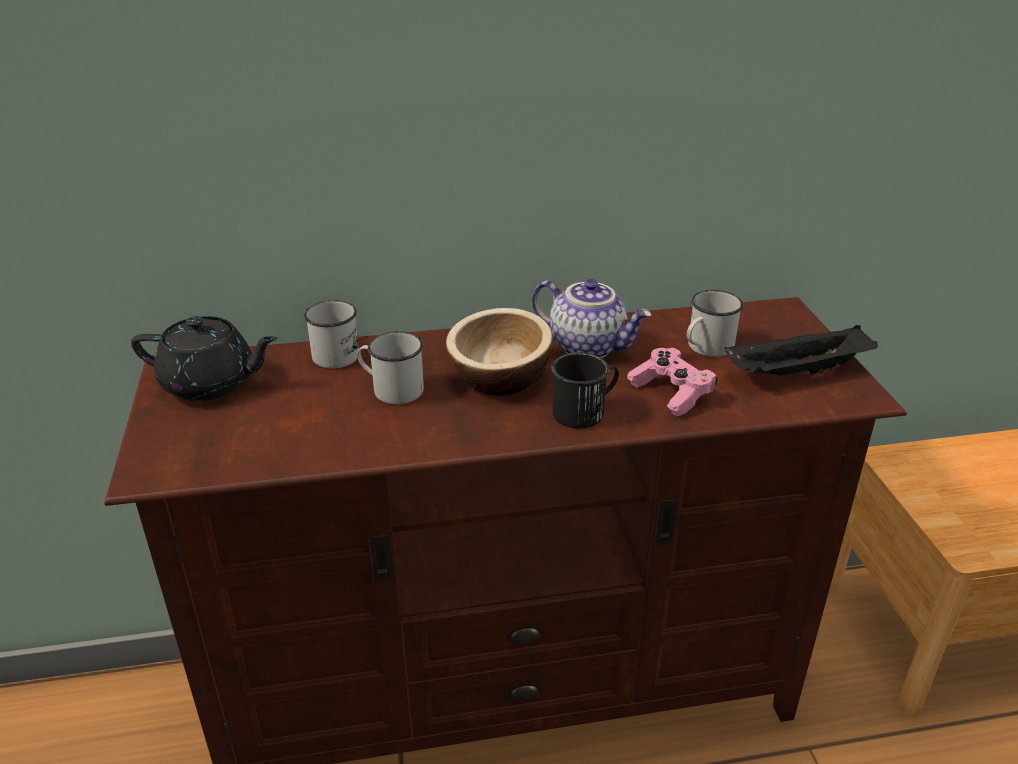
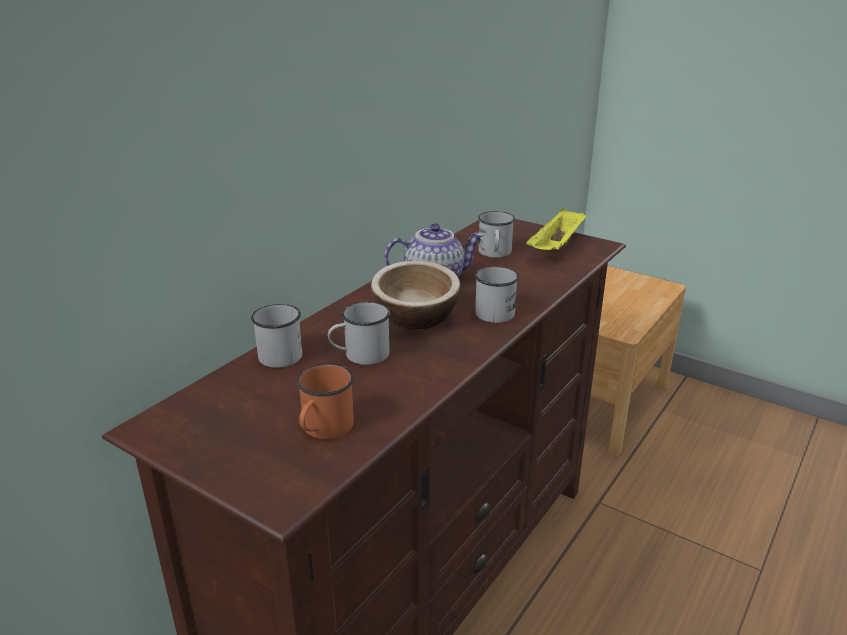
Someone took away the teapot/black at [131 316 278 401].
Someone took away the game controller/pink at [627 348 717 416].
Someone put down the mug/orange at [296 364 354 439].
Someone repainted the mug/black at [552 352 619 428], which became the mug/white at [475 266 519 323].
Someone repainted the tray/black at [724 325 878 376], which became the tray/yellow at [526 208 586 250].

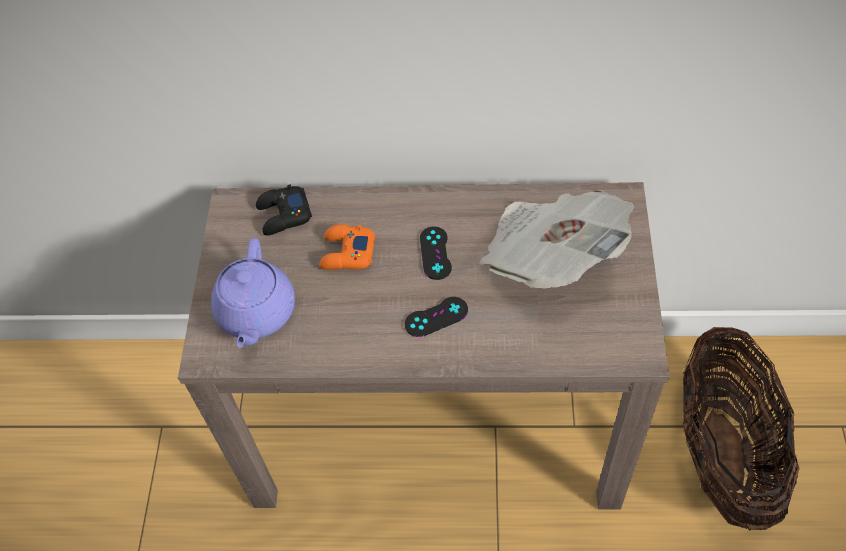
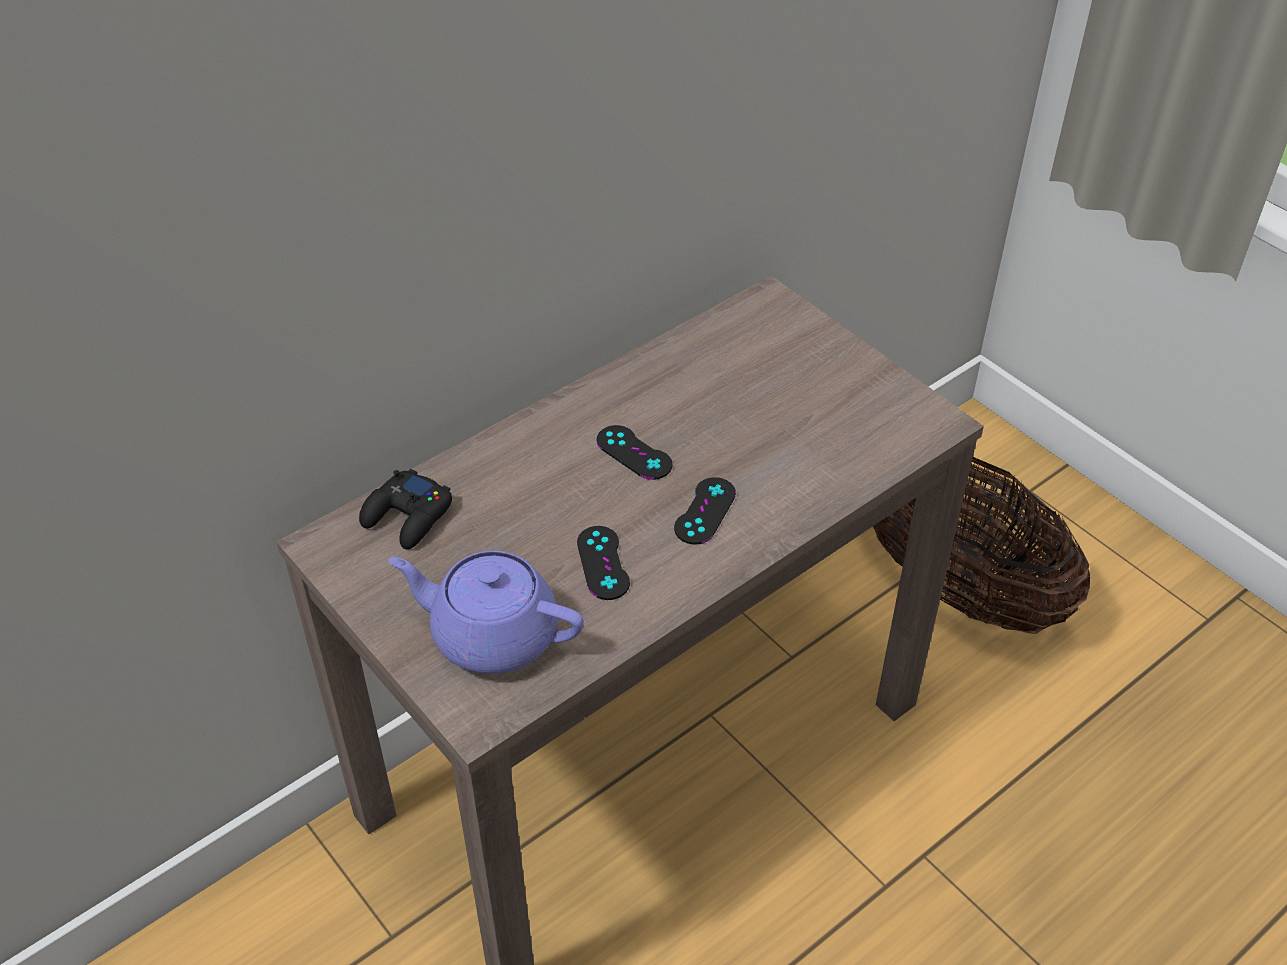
Someone took away the game controller/orange at [319 224 375 270].
Someone took away the newspaper at [479 190 635 289].
Someone put down the game controller/black at [577 526 630 600].
Someone rotated the teapot/purple at [211 238 295 348] by 150 degrees clockwise.

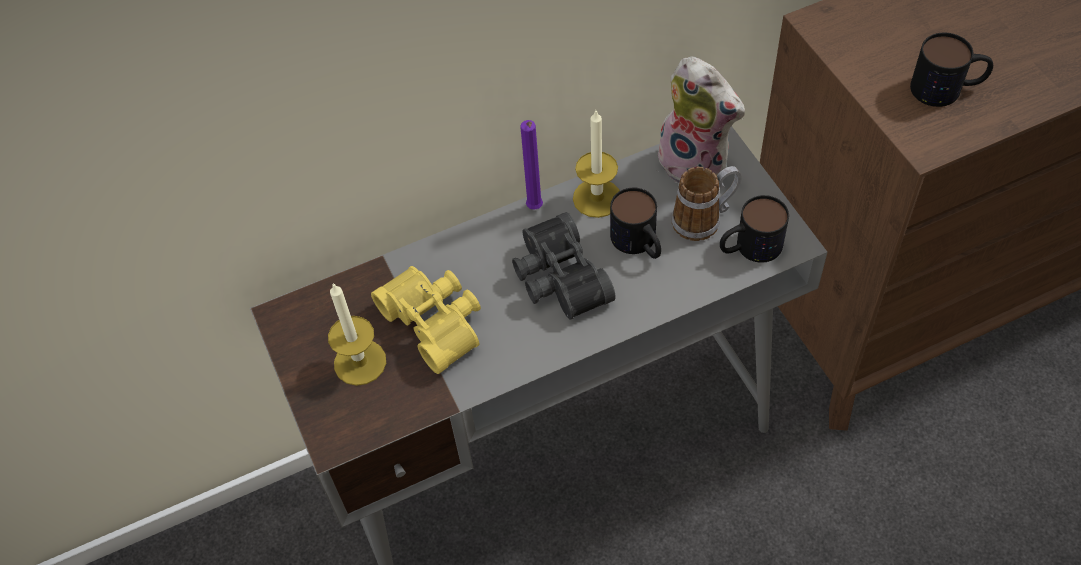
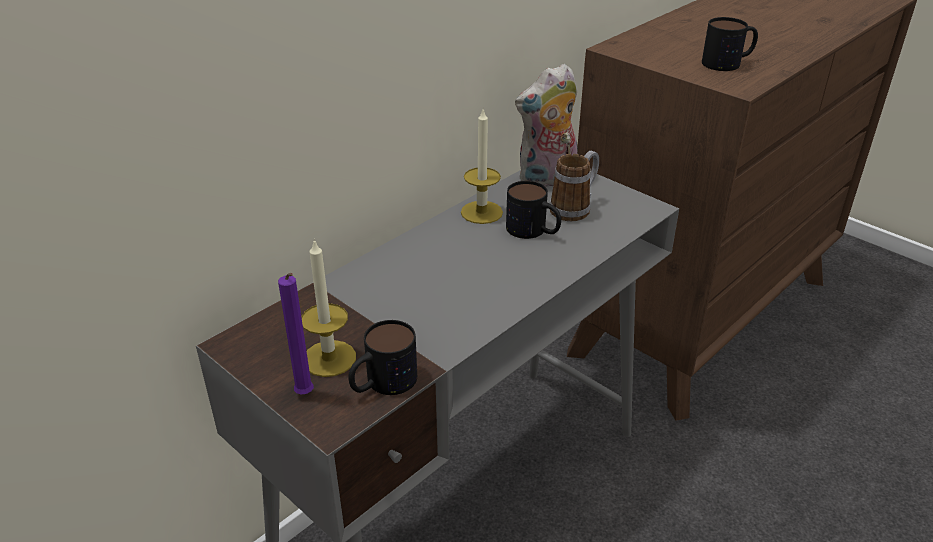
Someone took away the binoculars/yellow at [371 266 481 374].
Someone took away the binoculars/black at [512 212 616 320].
Someone carried the candle/purple from [520 120 543 210] to [278 273 314 395].
Someone carried the mug from [720 195 789 263] to [348 320 417 395].
Someone rotated the plush toy at [655 56 745 183] by 135 degrees clockwise.

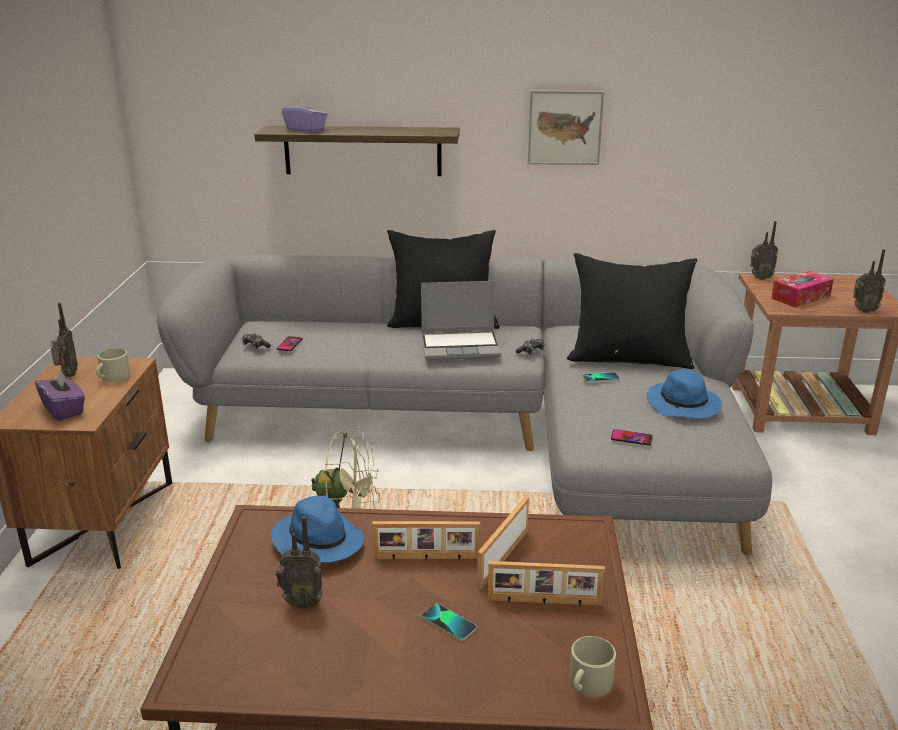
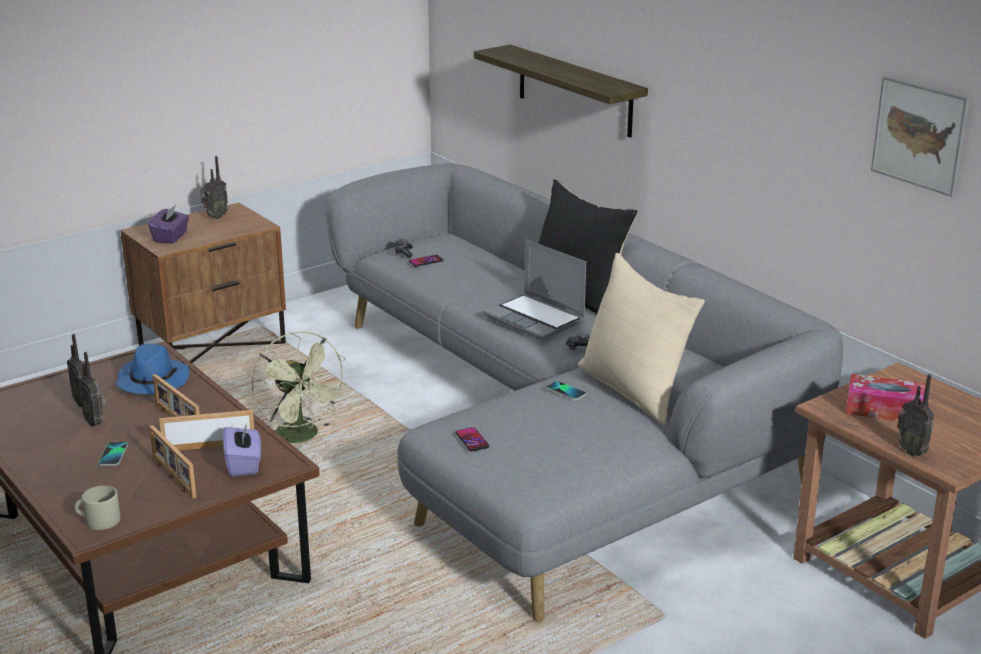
Someone took away the mug/beige at [96 348 130 383].
Someone took away the hat/blue at [647 369 722 419].
Someone carried the tissue box/purple from [282 97 327 133] to [223 422 261 477].
Someone carried the picture from [528 90 604 165] to [871 76 970 197].
Someone carried the radio from [750 221 778 280] to [78 352 106 427].
Someone repainted the pillow/black at [567 253 697 369], which became the pillow/beige at [578 253 705 426].

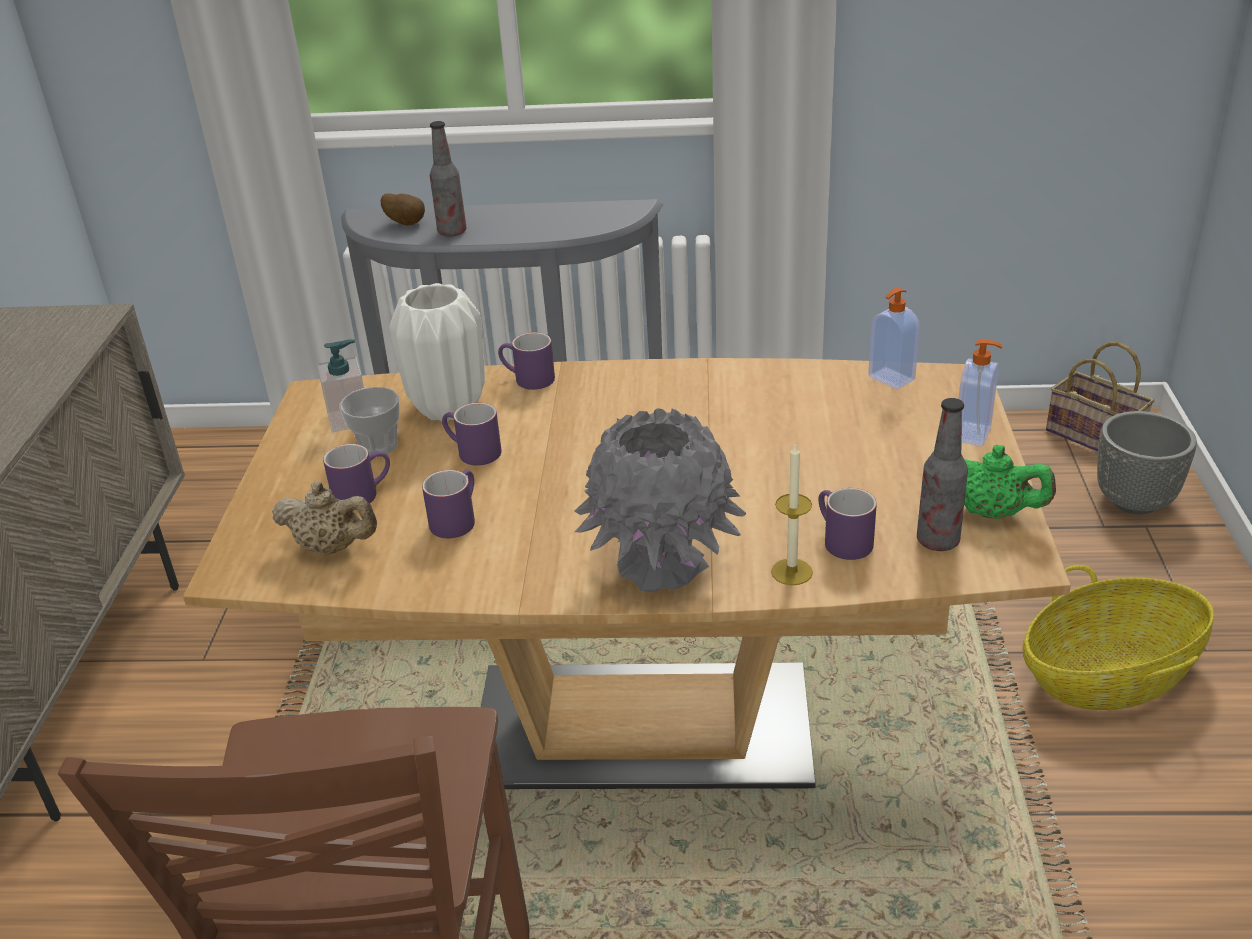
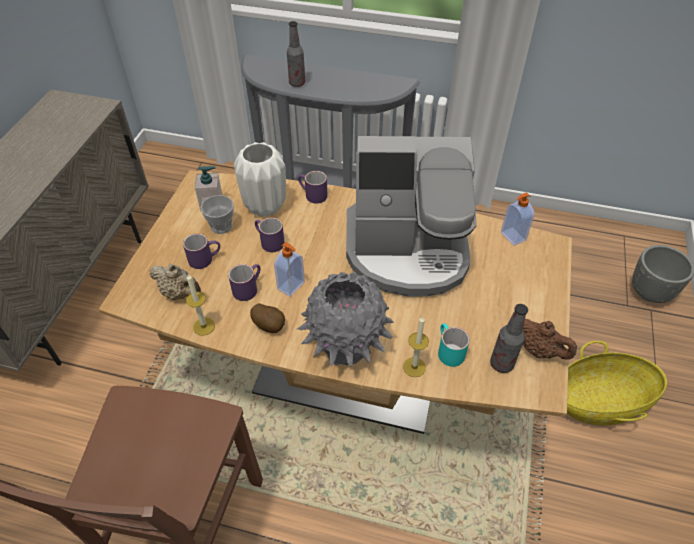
Someone took away the basket at [1046 342 1154 451].
Someone put down the candle at [186 274 215 336].
Someone put down the coffee machine at [346 136 477 296].
Someone carried the potato from [380 193 425 226] to [250 303 285 333].
Someone carried the soap dispenser from [959 339 1003 446] to [274 242 305 297].
Someone repainted the mug/purple at [819 488 877 560], which became the mug/turquoise at [438 323 470 367].
Someone repainted the teapot/green at [964 445 1056 519], which became the teapot/brown at [523 319 577 360].

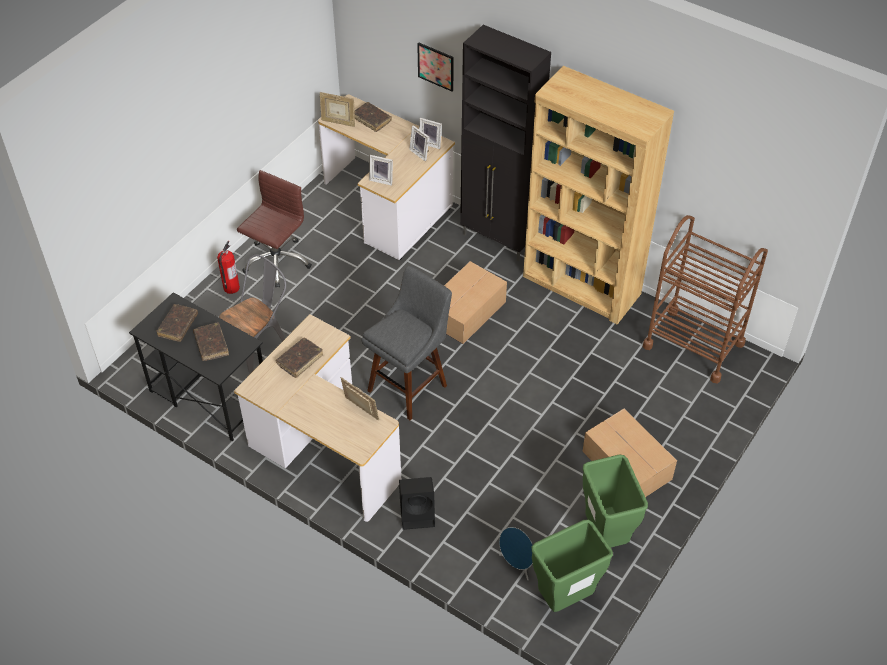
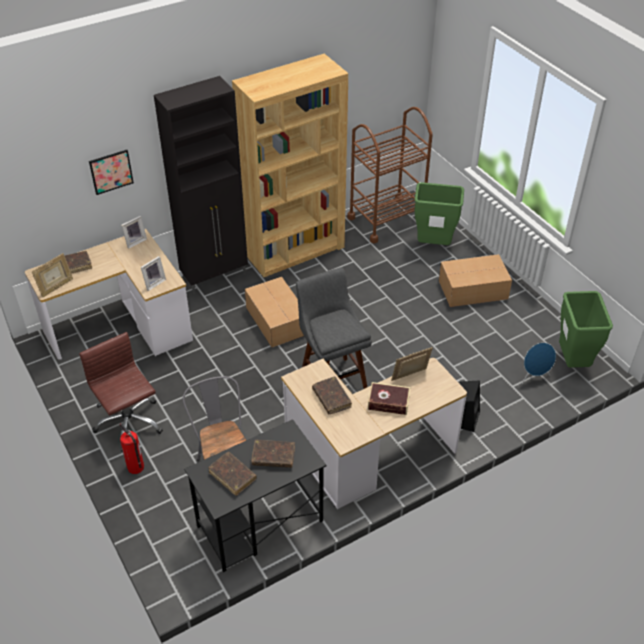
Someone took away the picture frame at [409 125 429 161].
Someone put down the book at [368 382 410 415].
Someone carried the trash can/green from [583 455 648 547] to [415 182 464 245].

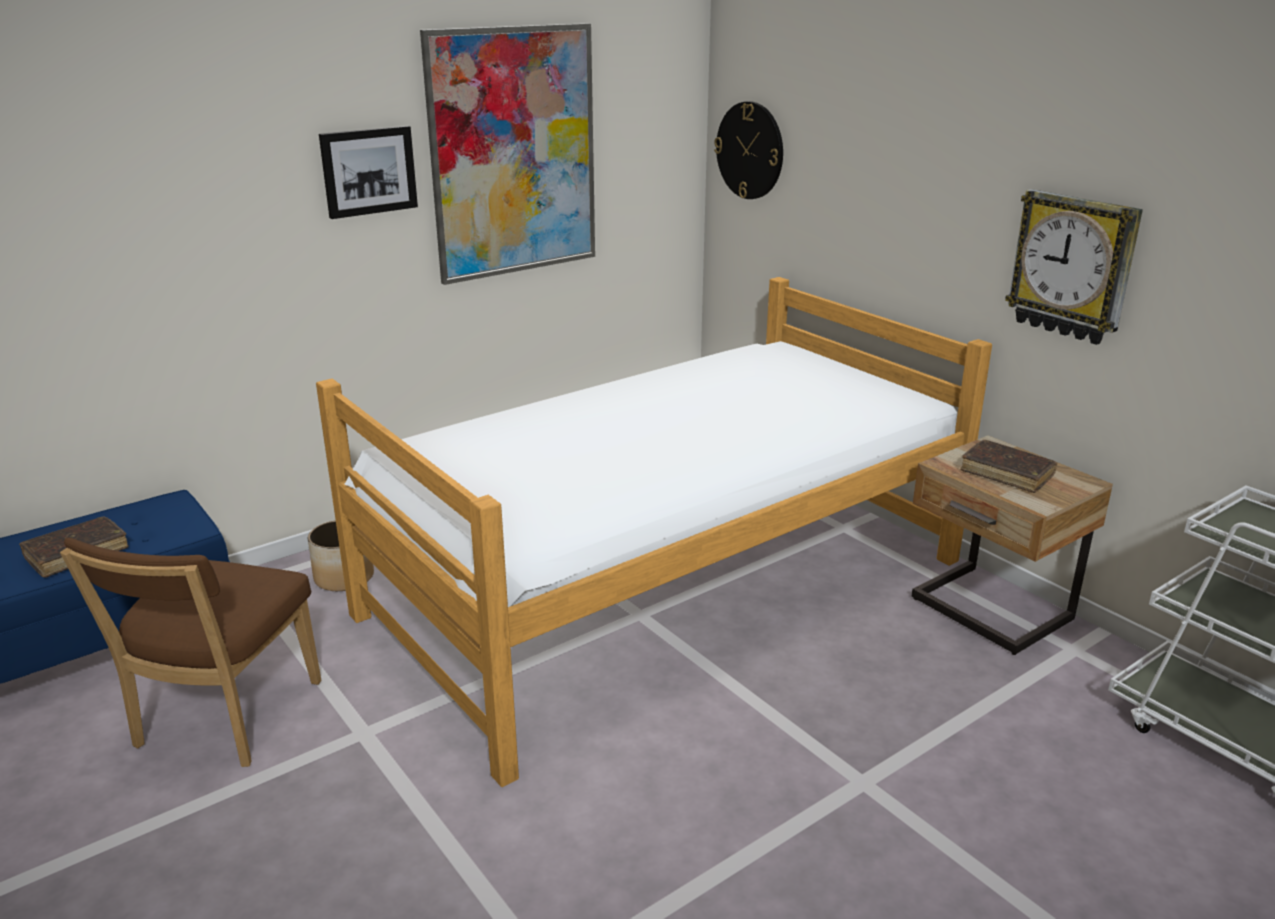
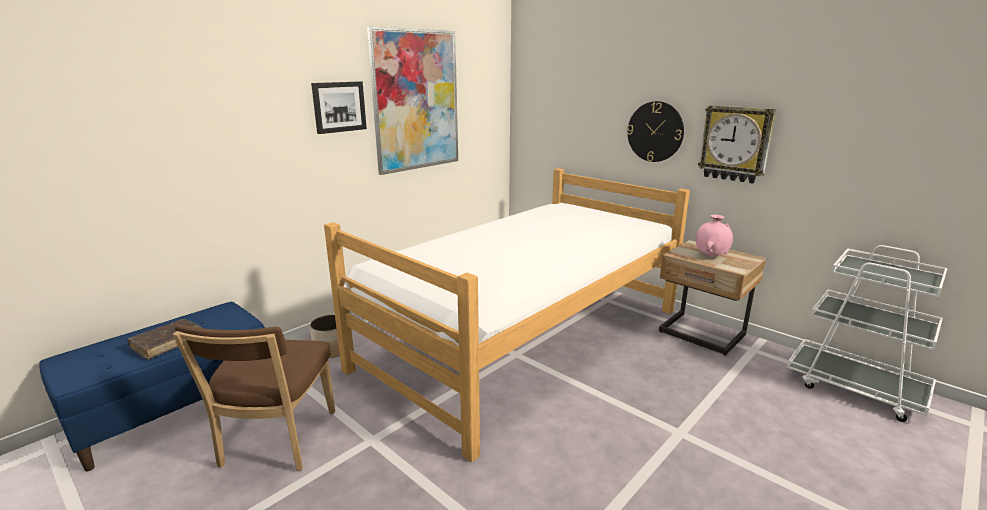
Someone carried the wall clock from [714 101 783 199] to [627 101 684 162].
Someone swapped the book/brown at [960 440 1058 493] for the vase/pink at [696 215 733 257].

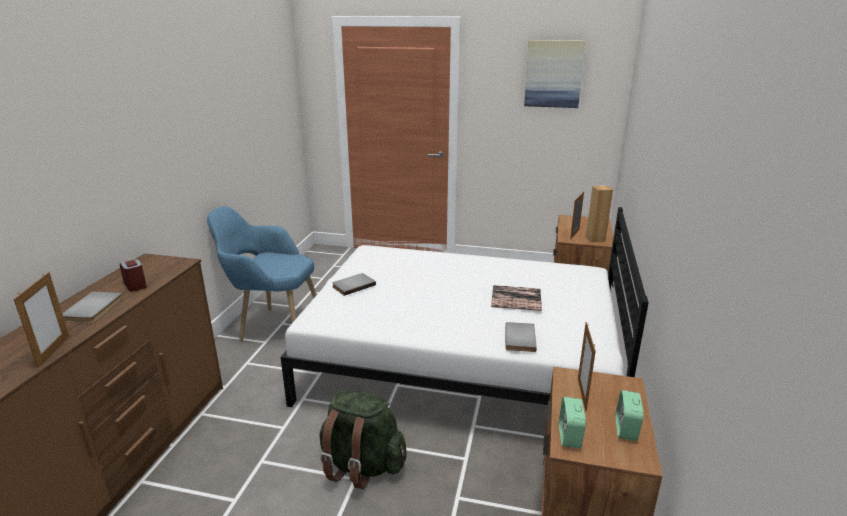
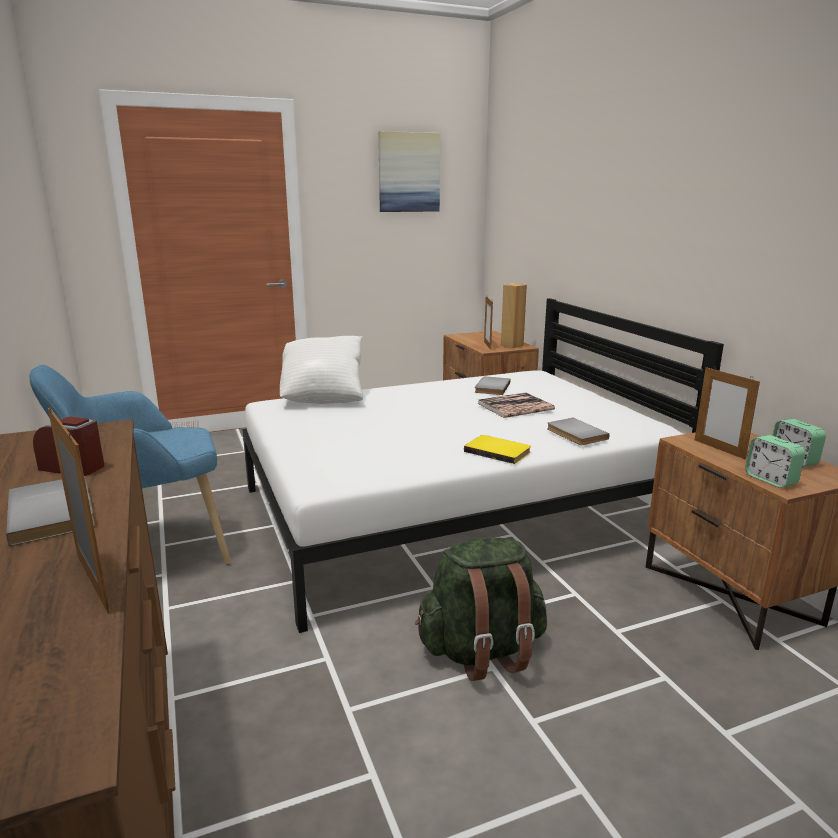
Someone put down the pillow/white at [280 336 363 404].
Someone put down the book/yellow at [464 435 531 464].
Someone carried the book/grey from [332 273 376 296] to [475 377 510 395].

